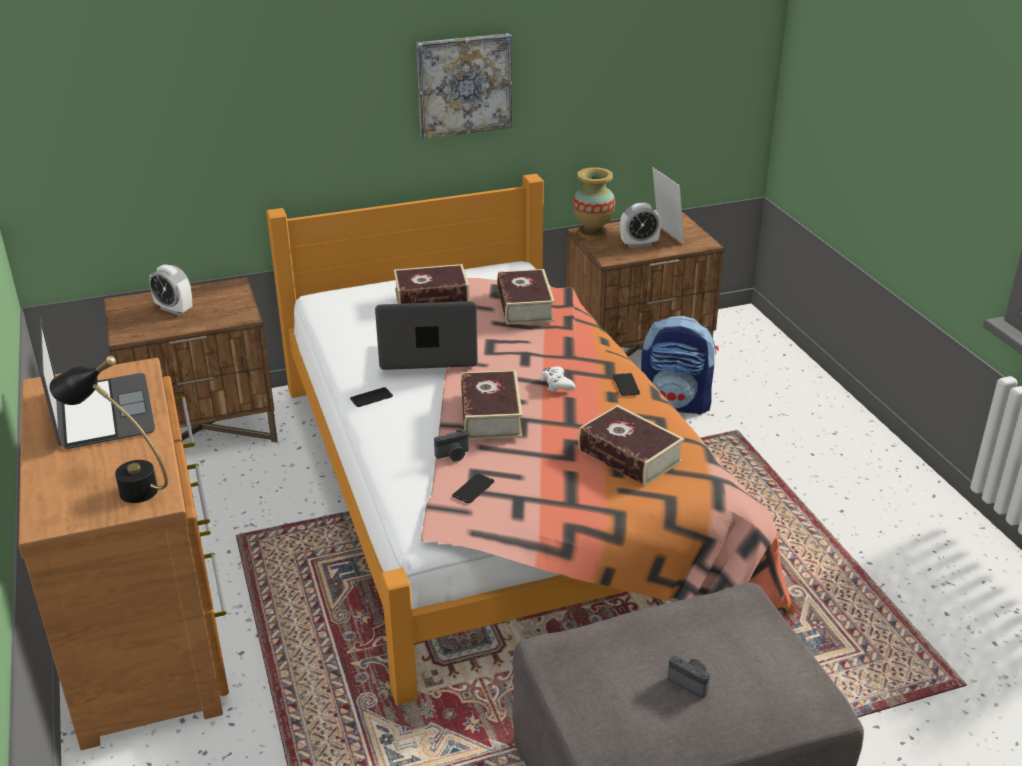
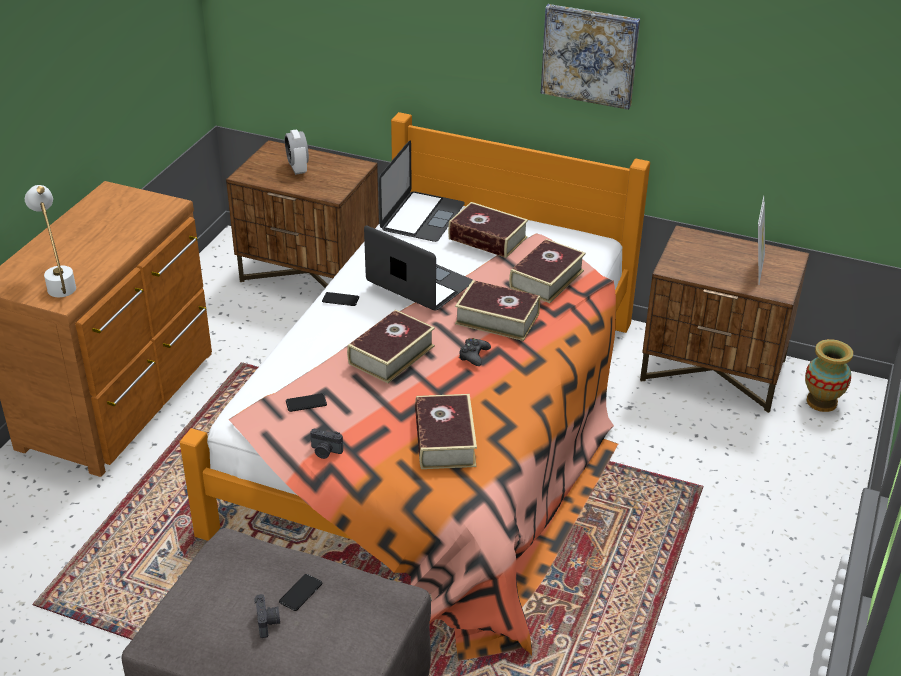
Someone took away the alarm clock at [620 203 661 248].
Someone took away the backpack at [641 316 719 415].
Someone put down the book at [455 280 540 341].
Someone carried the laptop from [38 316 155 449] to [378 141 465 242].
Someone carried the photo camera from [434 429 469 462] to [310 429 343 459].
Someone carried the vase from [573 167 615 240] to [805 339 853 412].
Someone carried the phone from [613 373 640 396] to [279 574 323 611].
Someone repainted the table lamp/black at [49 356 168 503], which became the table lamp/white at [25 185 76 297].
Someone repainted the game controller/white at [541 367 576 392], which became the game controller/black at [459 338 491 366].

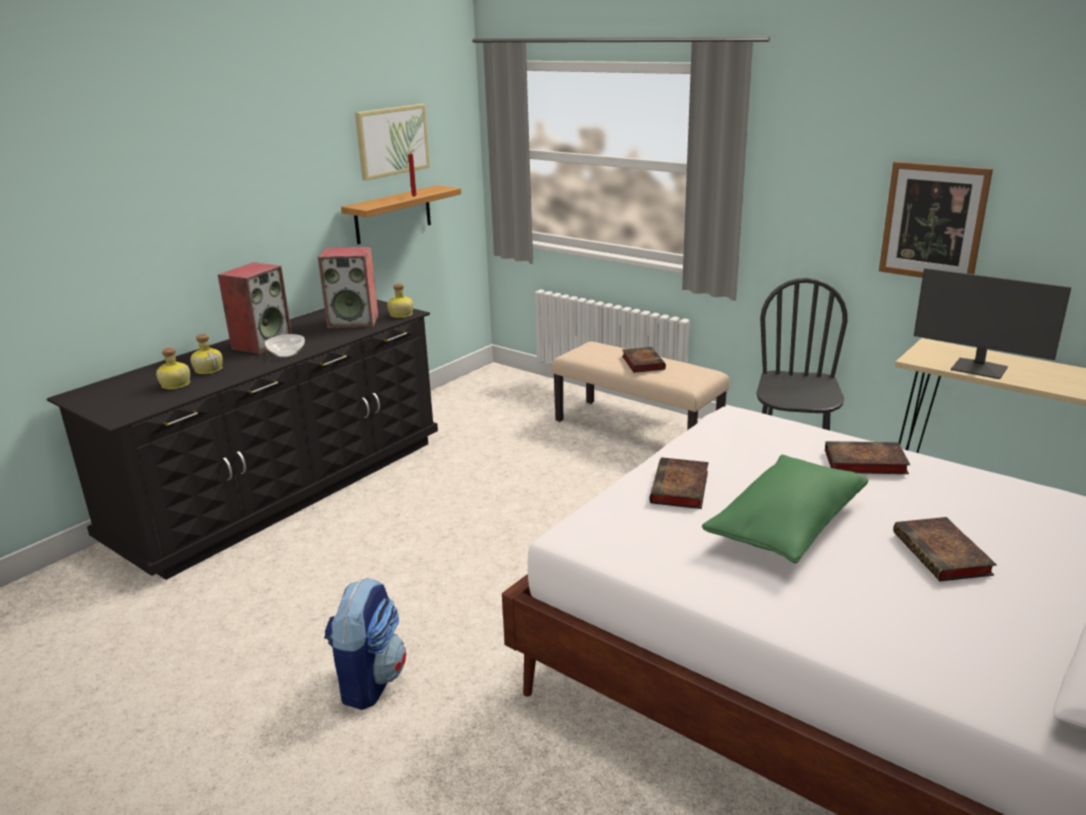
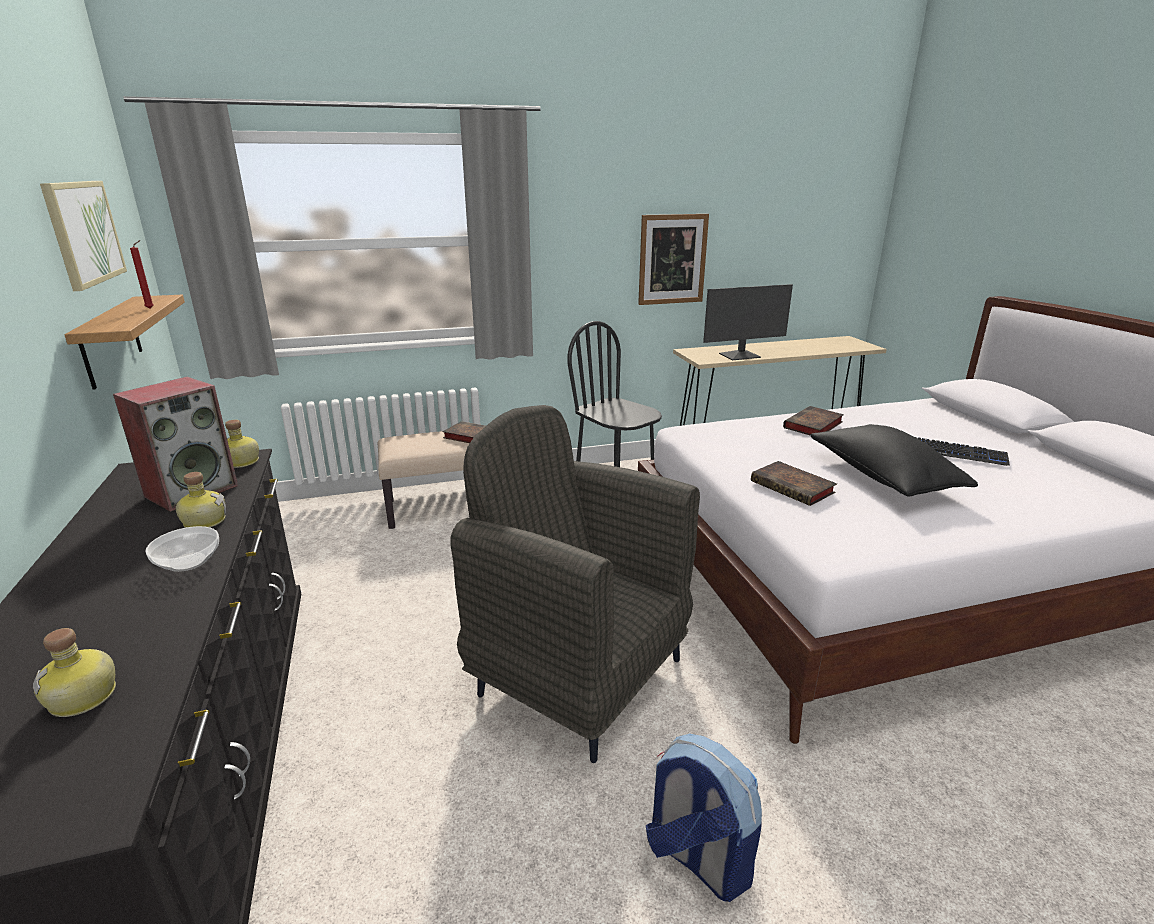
Someone took away the speaker at [218 262 292 355].
Someone put down the armchair/grey at [450 405 700 763].
Someone carried the bottle from [190 334 223 374] to [176 472 226 528].
Someone swapped the book at [893 517 997 581] for the keyboard at [915 437 1010 466].
Someone repainted the pillow/green at [702 455 868 564], which became the pillow/black at [810 424 978 497].

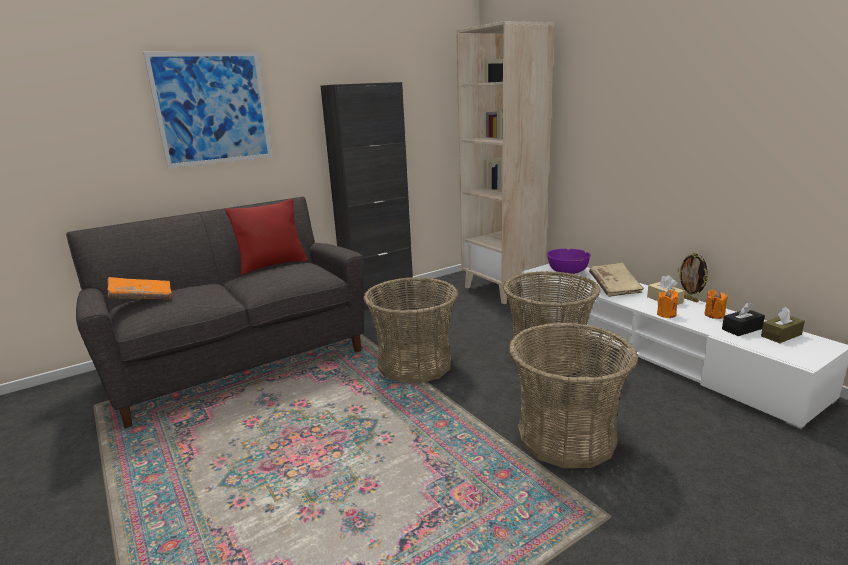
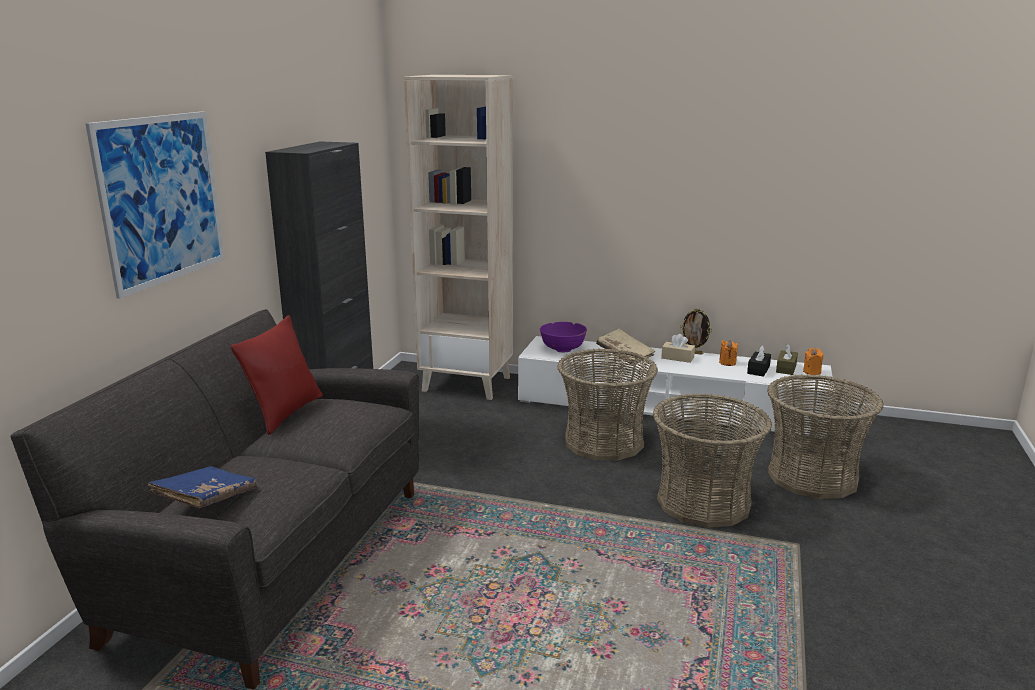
Someone carried the basket from [364 277 458 382] to [767 374 884 499].
Someone carried the candle/orange from [657 290 678 318] to [803 348 823 375].
Someone repainted the book/orange at [107 277 172 300], which became the book/blue at [148 466 257 508].

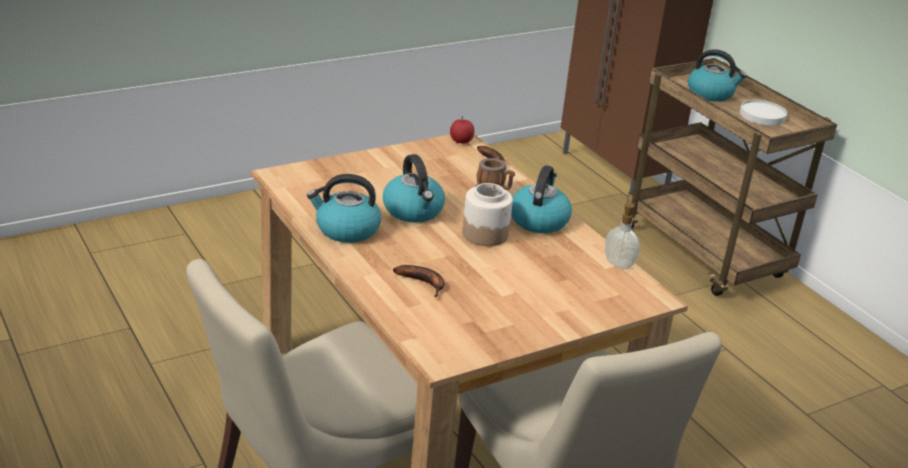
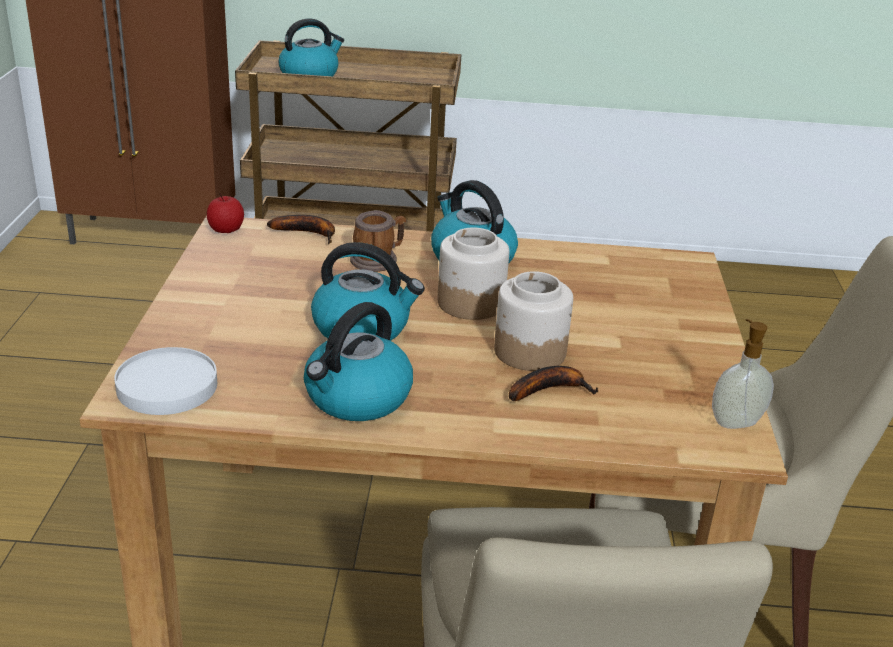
Someone put down the jar at [494 271 573 371].
Someone carried the soap dispenser from [605 203 640 269] to [712 319 774 429].
Someone carried the plate/white from [740 100 787 125] to [114 347 217 415].

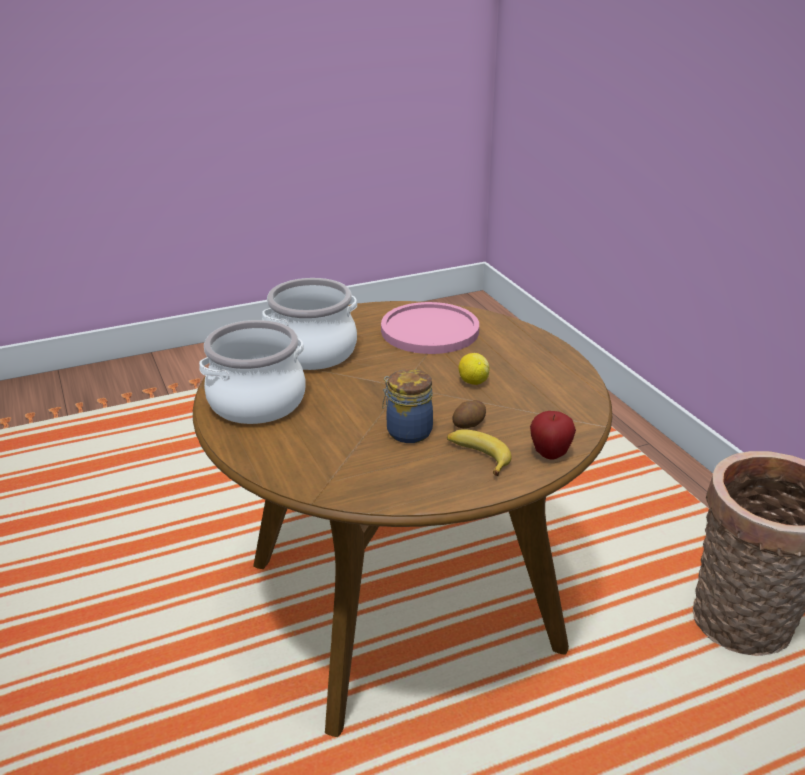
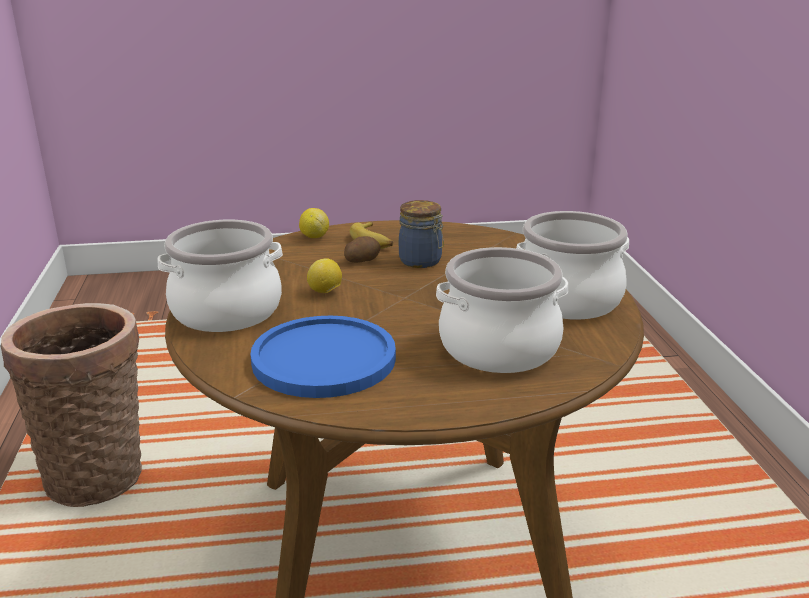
Someone put down the cooking pot at [158 220 283 332].
Someone swapped the apple at [530 411 576 460] for the lemon at [299 208 329 238].
Someone repainted the plate/pink at [381 302 479 354], which became the plate/blue at [250 316 396 398].

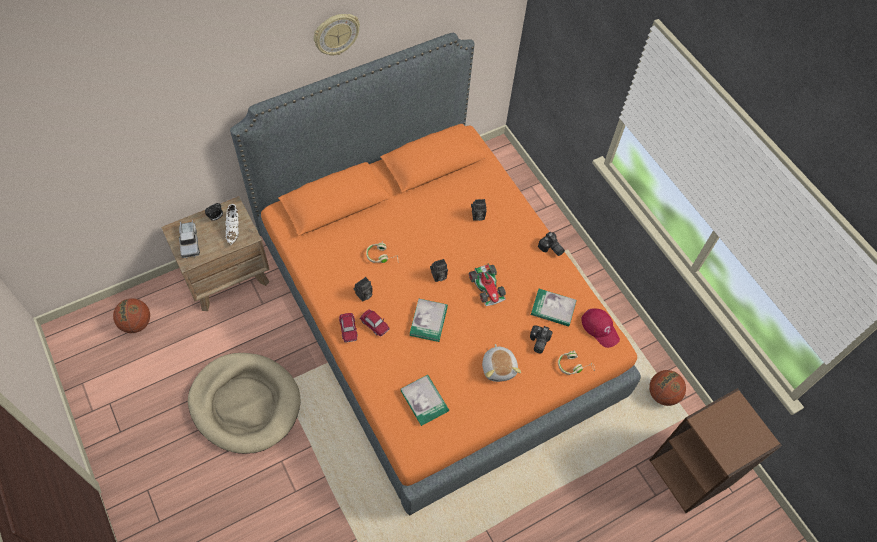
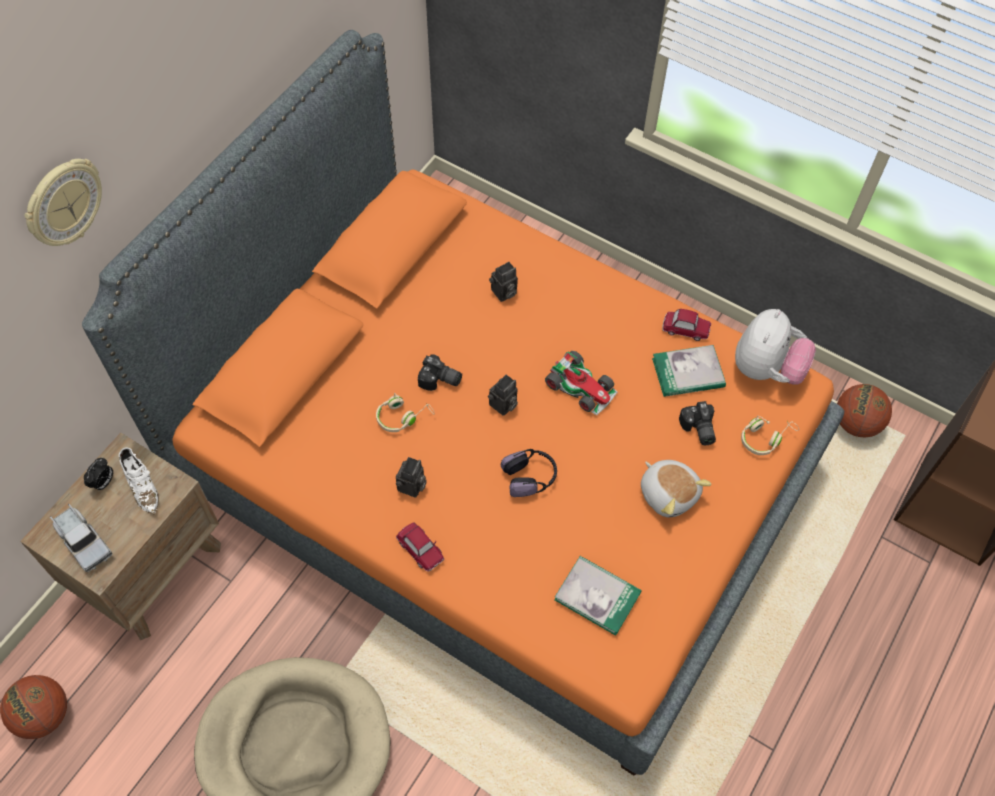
Someone carried the wall clock from [314 14 360 56] to [25 159 102 246].
Someone carried the toy car from [360 309 390 336] to [662 309 711 341].
Someone carried the photo camera from [538 232 565 256] to [418 354 462 391].
Someone swapped the book at [410 299 448 342] for the headphones at [500 449 557 497].
Someone swapped the cap/red at [581 308 620 348] for the plush toy at [735 309 816 385].

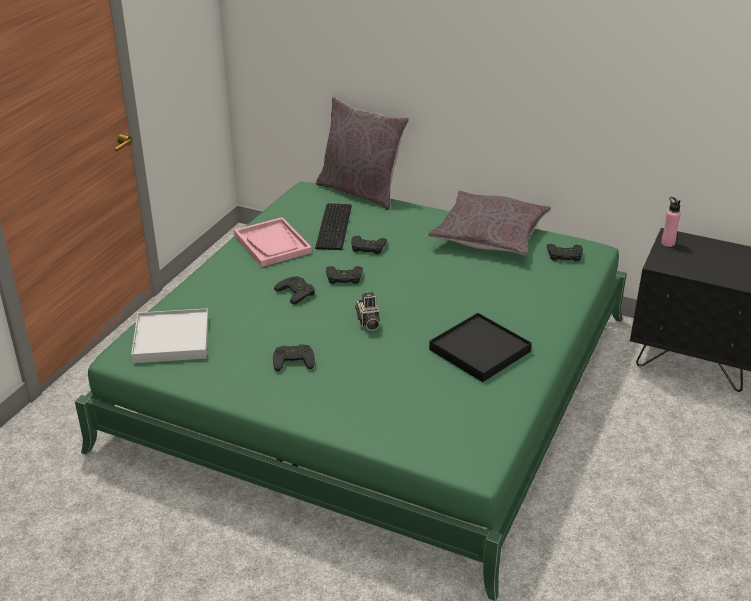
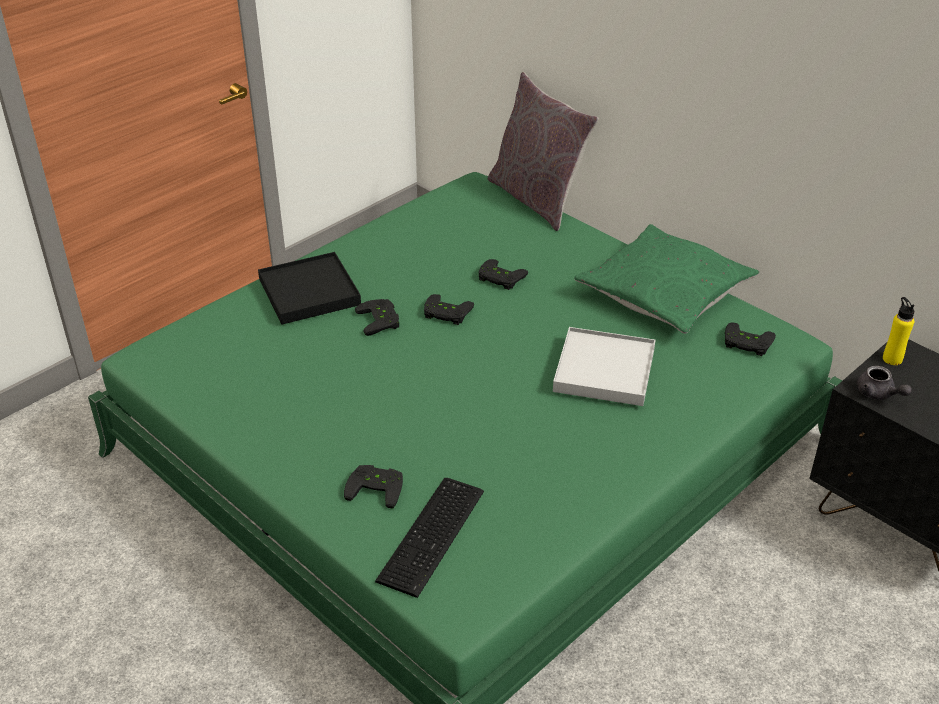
Someone took away the tray/pink at [234 217 312 267].
Someone took away the photo camera at [355 292 380 331].
Someone put down the teapot/grey at [856 366 912 400].
Someone carried the tray/white from [131 308 209 363] to [553 327 655 406].
Someone carried the game controller/black from [273 345 315 371] to [344 465 403 508].
Someone carried the keyboard from [315 203 352 250] to [375 478 484 598].
Someone carried the tray/black from [429 313 532 382] to [258 252 361 325].
Someone repainted the pillow/grey at [428 191 551 255], which became the pillow/green at [574 224 759 334].
Someone repainted the bottle/pink at [661 197 681 247], which became the bottle/yellow at [883 297 914 365].

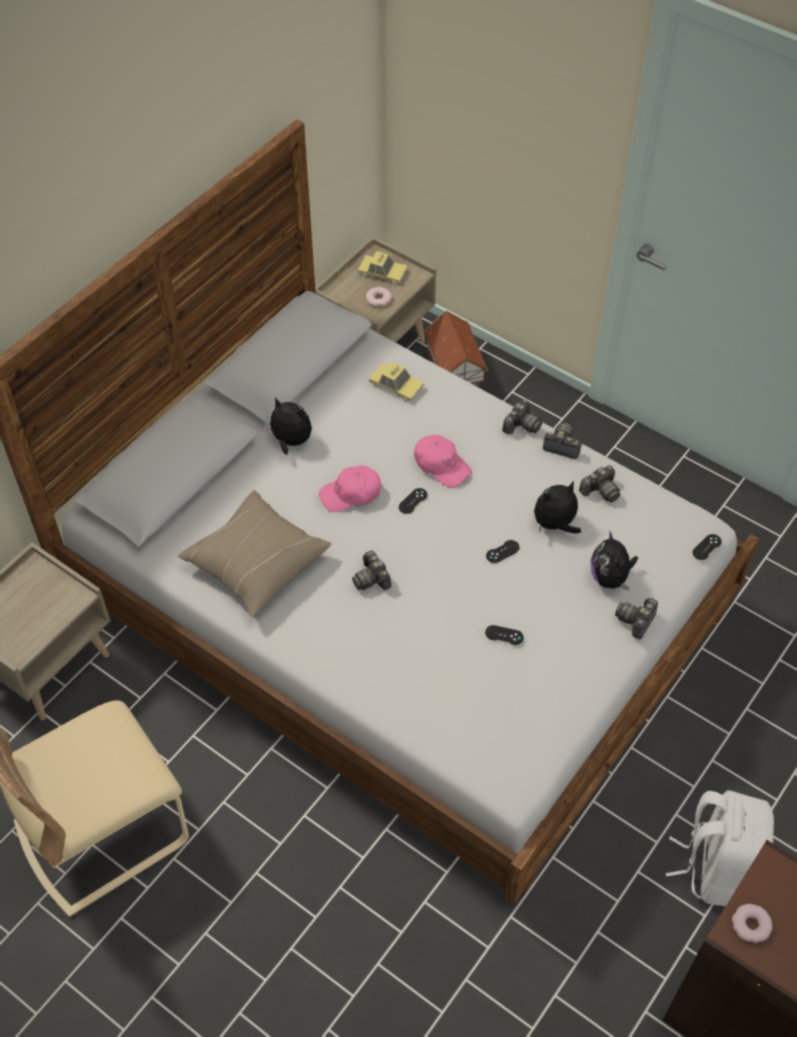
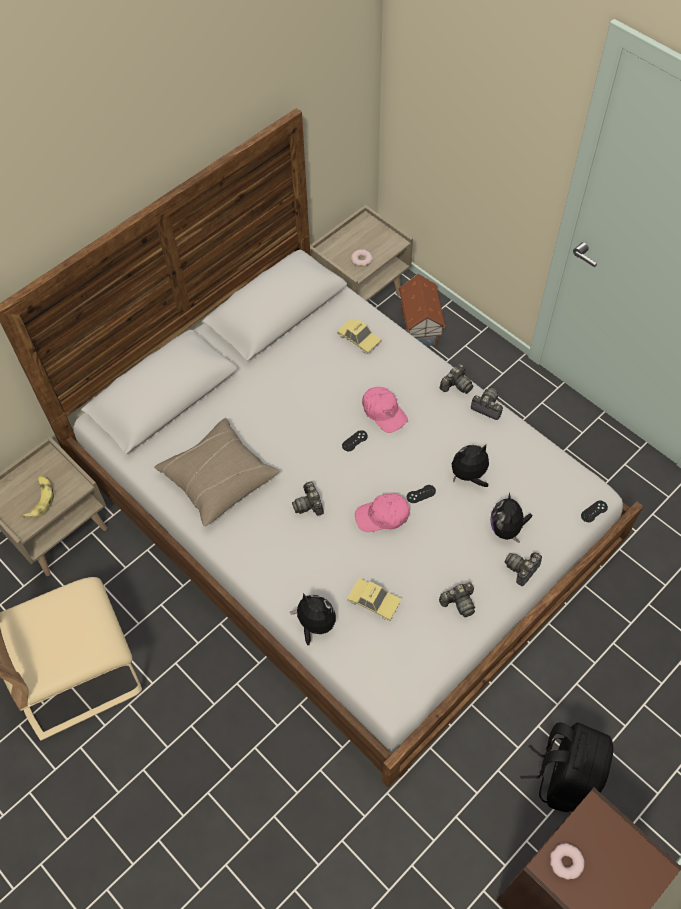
Someone took away the game controller/black at [485 625 524 645].
Someone put down the banana at [22 476 54 518].
Someone carried the plush toy from [263 397 312 455] to [290 593 336 645].
Someone carried the cap/pink from [319 465 381 512] to [355 494 410 532].
Someone carried the toy car from [358 251 407 284] to [347 578 401 621].
Someone carried the photo camera from [579 465 620 502] to [439 583 475 617].
Someone repainted the backpack/white at [666 790 774 906], which became the backpack/black at [520 722 613 812].

